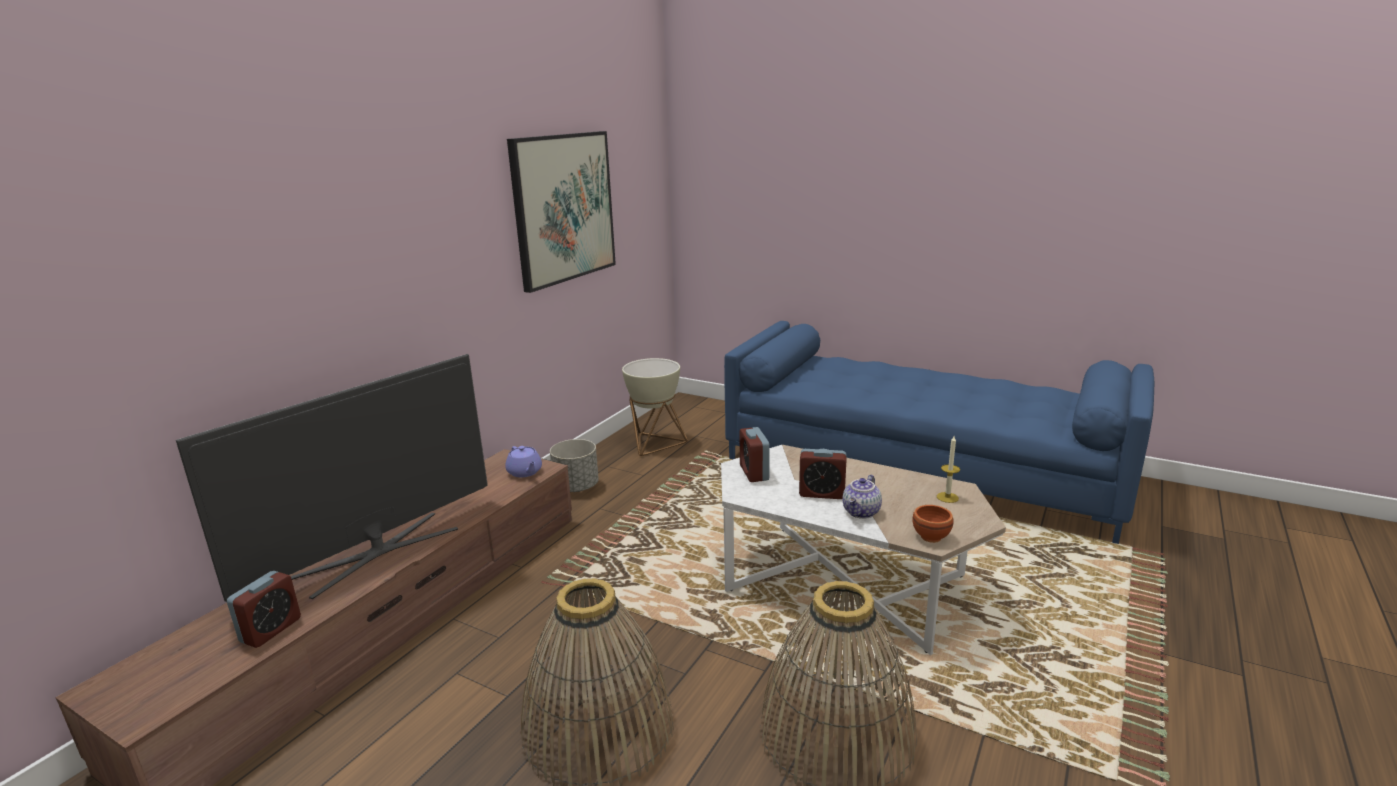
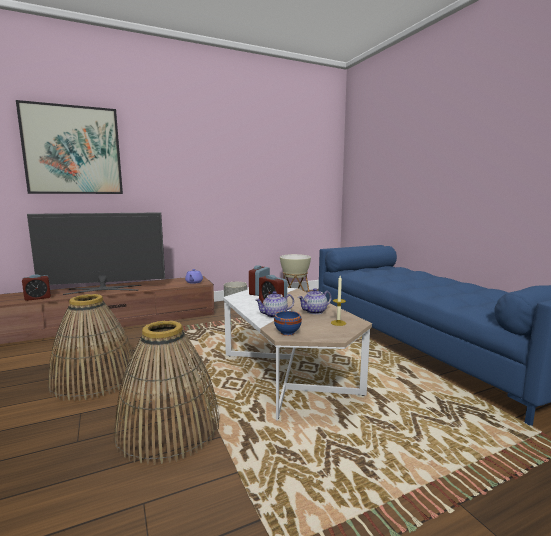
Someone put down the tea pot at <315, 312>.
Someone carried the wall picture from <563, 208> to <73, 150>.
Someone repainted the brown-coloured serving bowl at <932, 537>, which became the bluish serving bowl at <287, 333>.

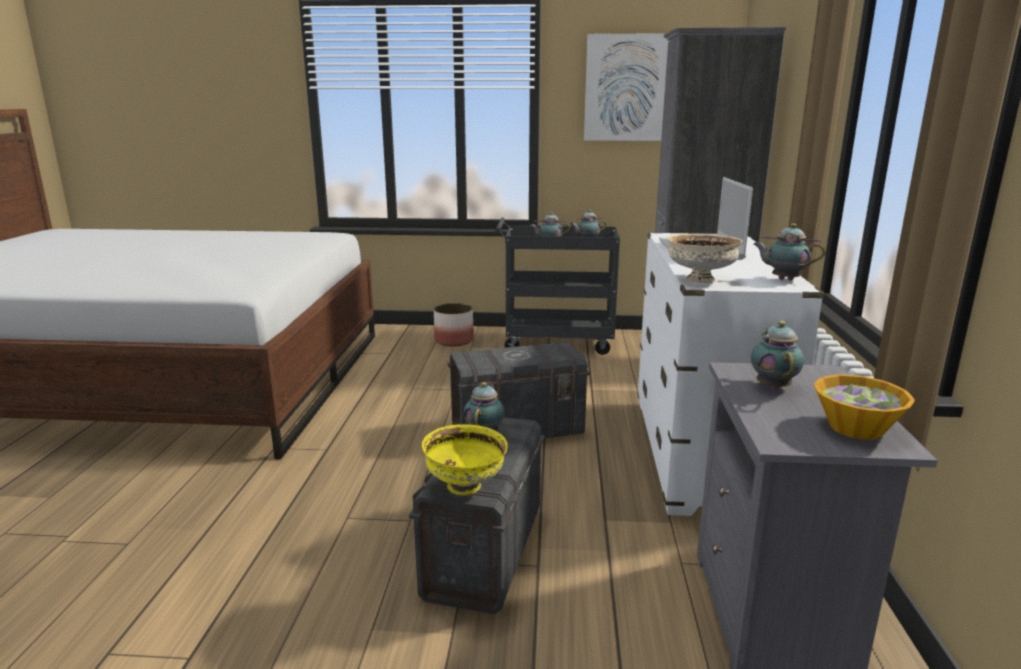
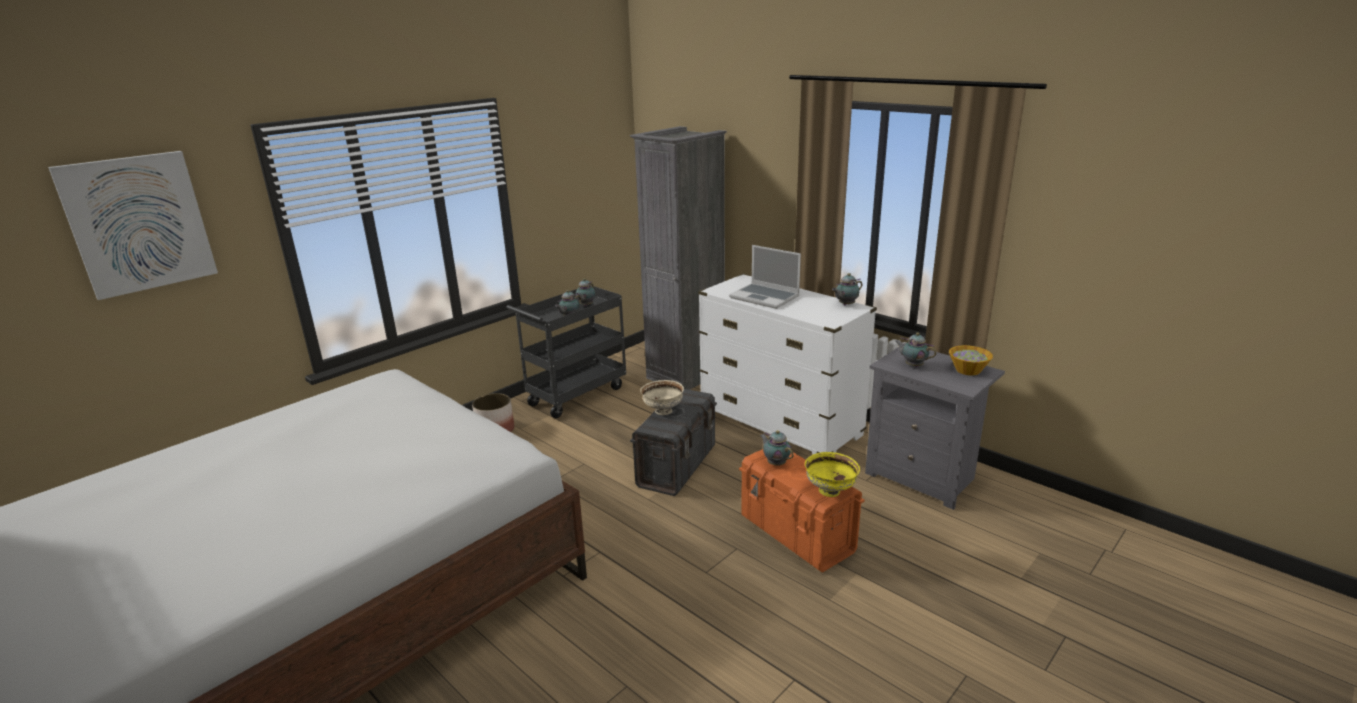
Someone carried the wall picture from <627, 88> to <138, 223>.
Someone carried the sand-coloured serving bowl from <699, 280> to <662, 411>.
Someone repainted the gray storage box at <484, 551>, which became the orange-coloured storage box at <797, 534>.

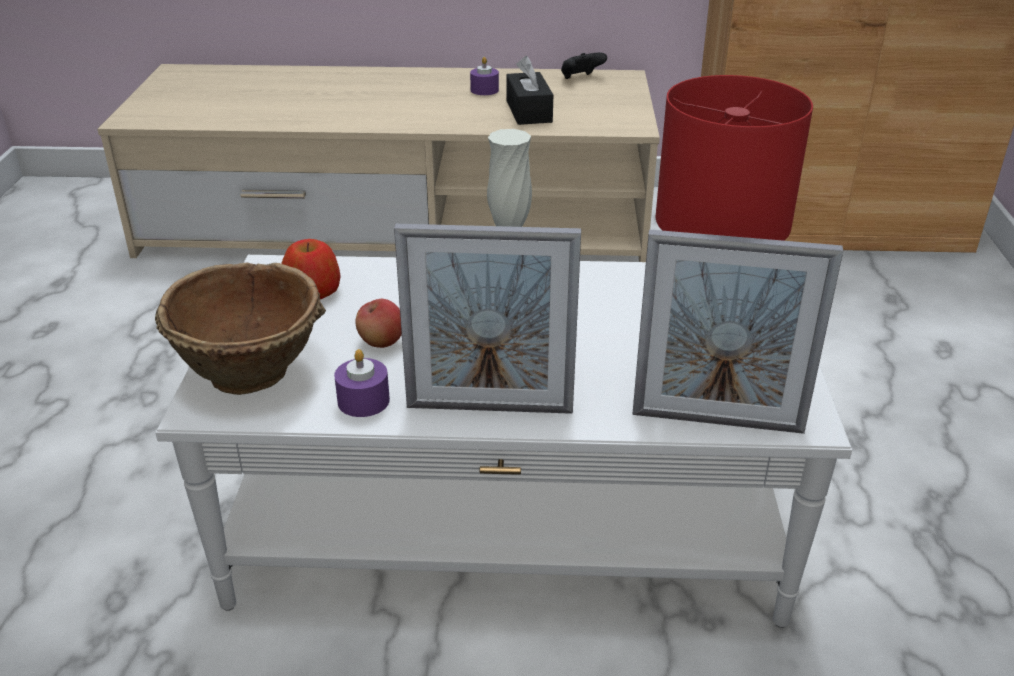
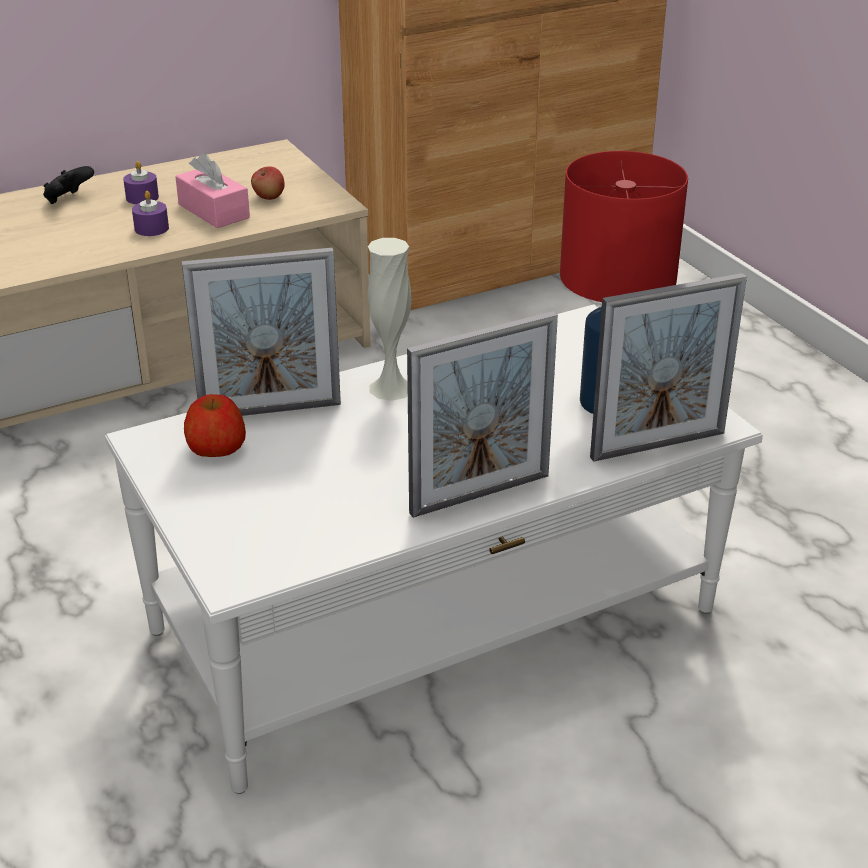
Someone took away the brown-coloured serving bowl at <252, 372>.
Someone put down the picture frame at <270, 410>.
Someone carried the purplish wax light from <363, 401> to <151, 228>.
Someone carried the apple from <381, 342> to <269, 197>.
Someone carried the black-coloured gamepad from <580, 78> to <68, 200>.
Someone repainted the black-coloured tissue box at <529, 111>, which became the pink tissue box at <213, 211>.

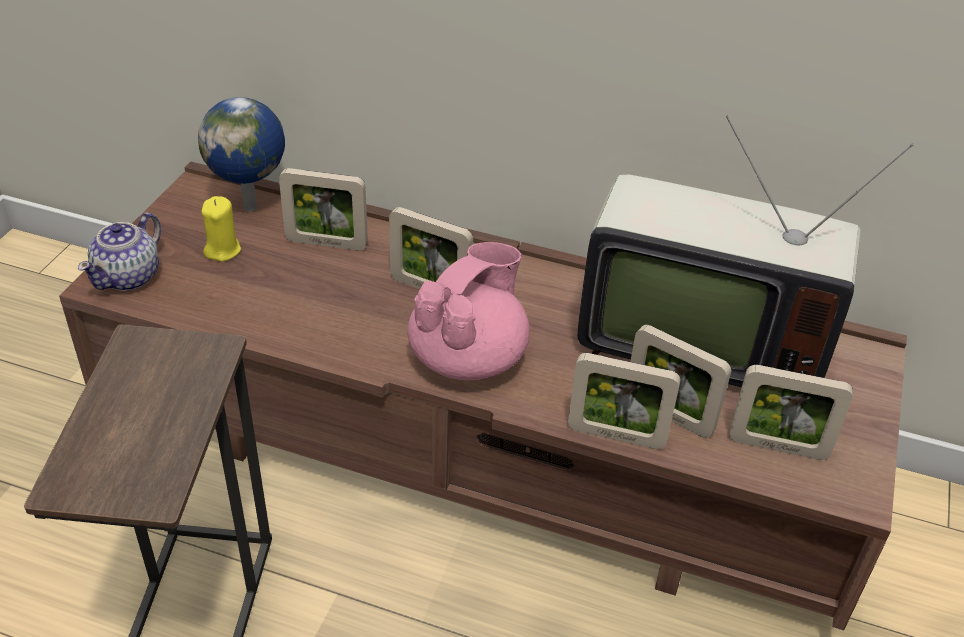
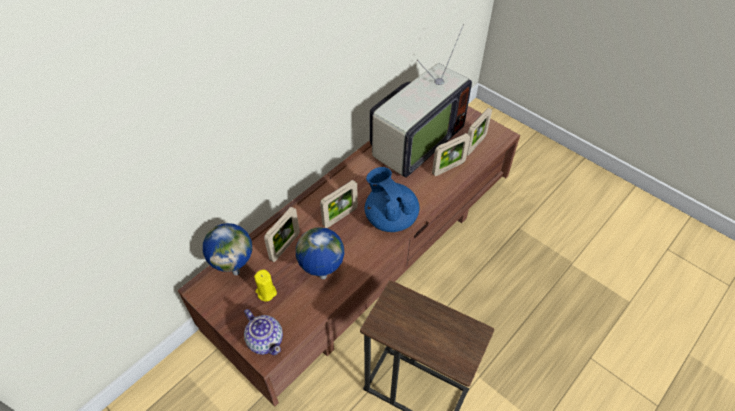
Someone took away the picture frame at <616, 436>.
Someone put down the world globe at <323, 277>.
Someone repainted the pink tea pot at <469, 357>, which became the bluish tea pot at <390, 217>.

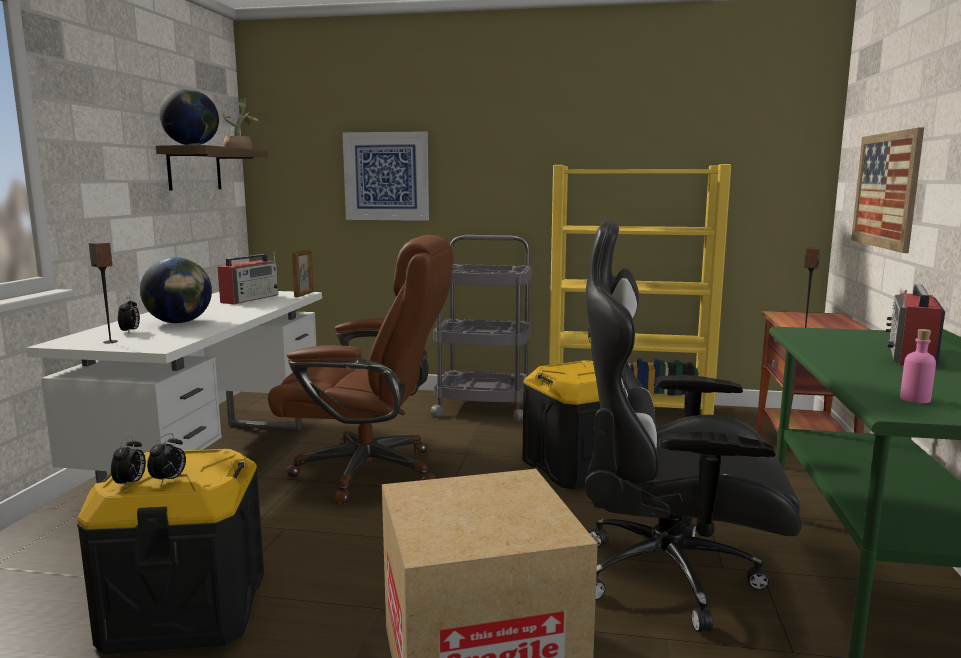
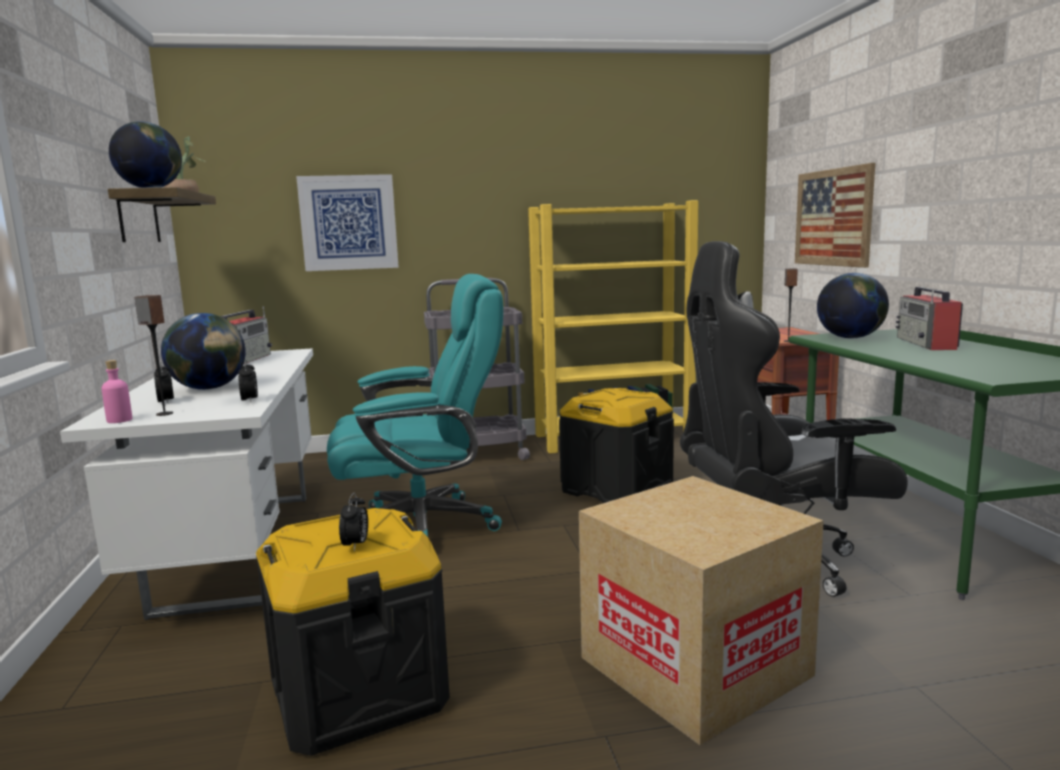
Someone took away the picture frame at <304, 294>.
Someone put down the world globe at <850, 338>.
Someone carried the bedside clock from <131, 483> to <250, 401>.
Someone carried the pink bottle from <915, 399> to <119, 420>.
Someone repainted the brown-coloured computer chair at <367, 472>, which became the turquoise computer chair at <421, 528>.

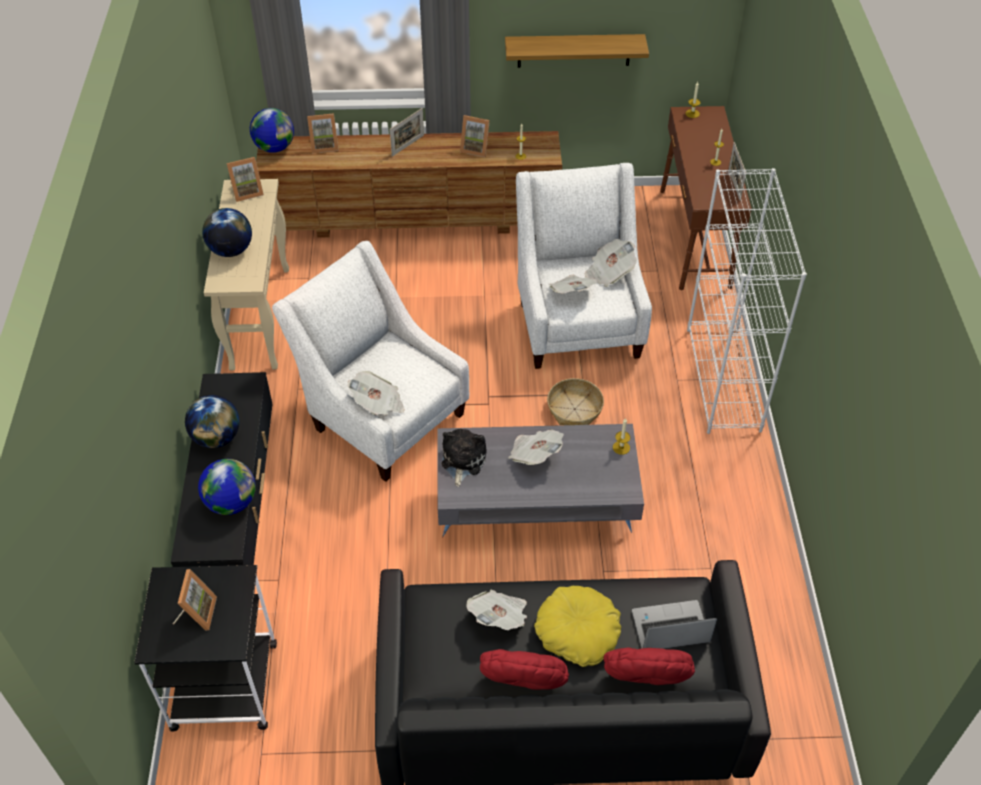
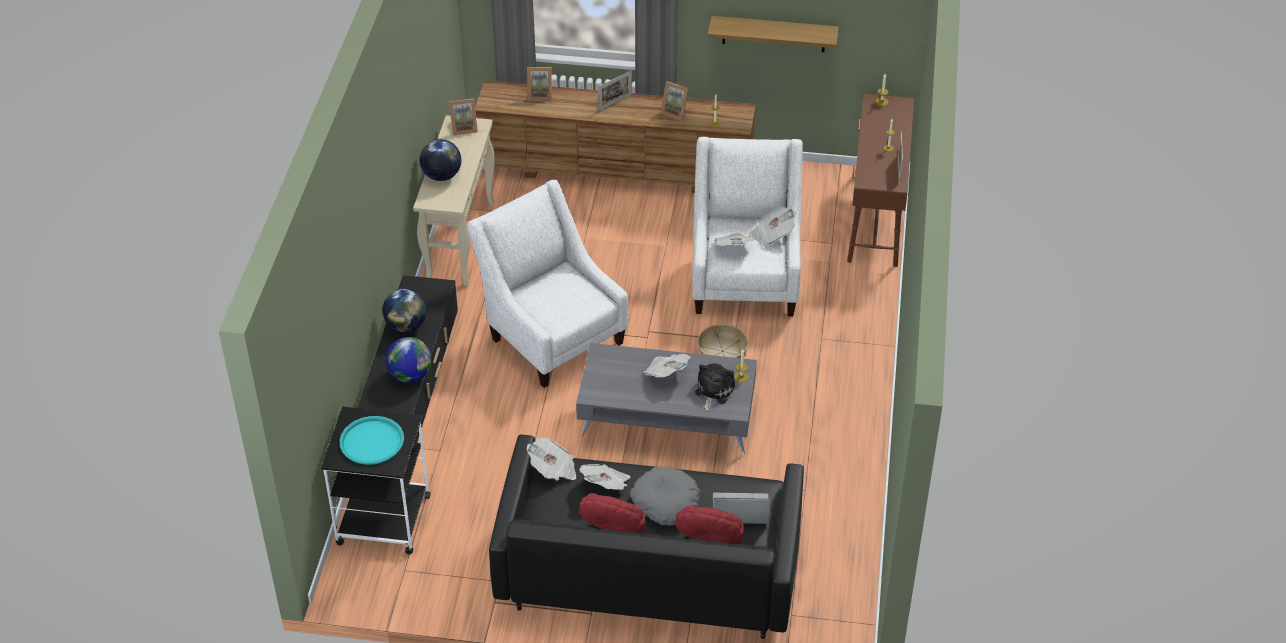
Someone took away the world globe at <275, 147>.
Someone took away the white bookshelf at <723, 379>.
Someone carried the printed paper from <378, 404> to <553, 469>.
Someone carried the plush toy from <462, 460> to <713, 391>.
Someone swapped the picture frame at <197, 613> for the turquoise serving tray at <371, 441>.
Someone repainted the yellowish cushion at <578, 631>, which became the gray cushion at <666, 502>.

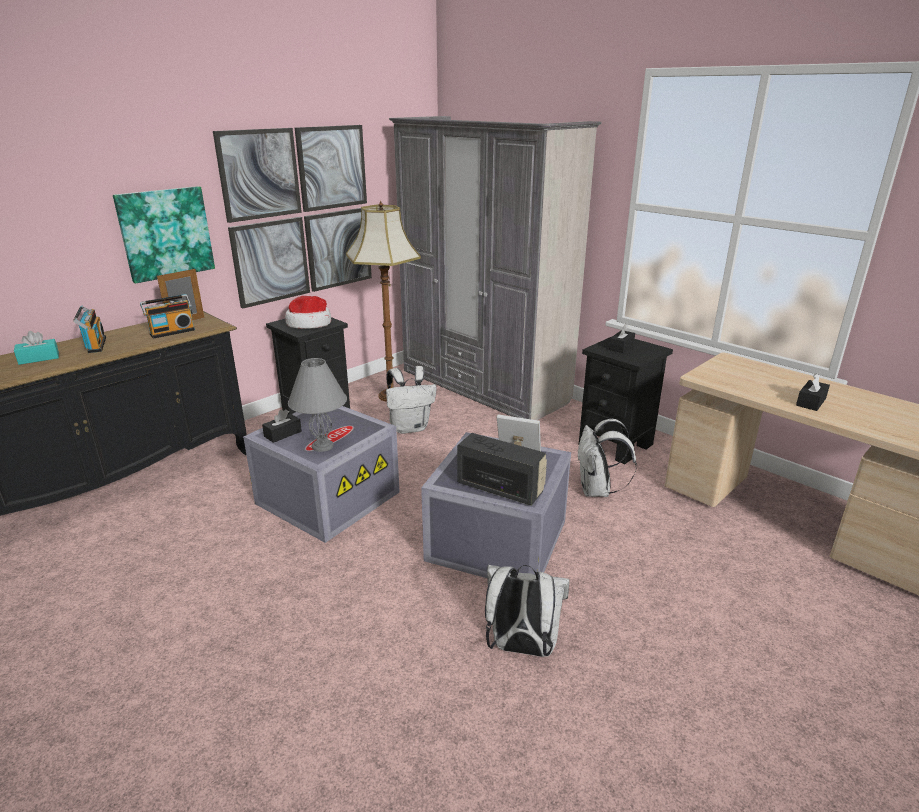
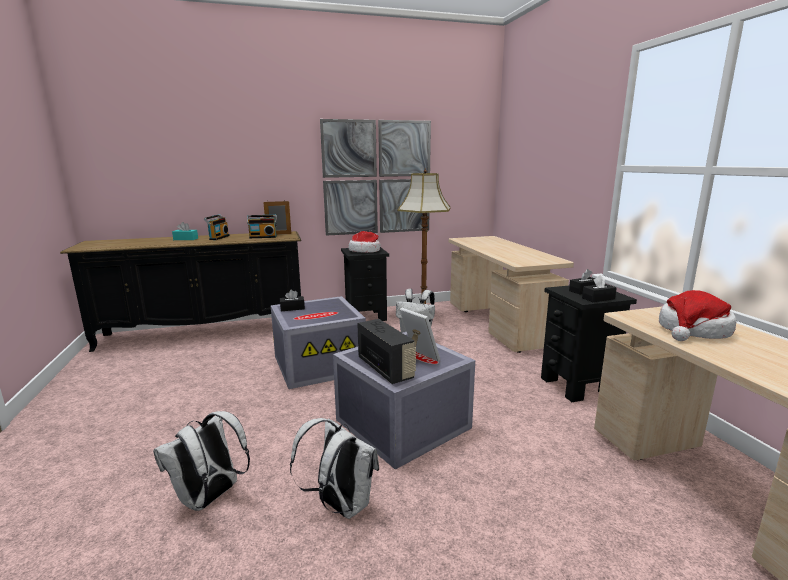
Someone took away the wall picture at <165, 233>.
Someone took away the gray lamp for a table at <322, 446>.
Someone put down the hat at <693, 330>.
Someone carried the white rucksack from <597, 491> to <210, 498>.
Someone carried the black-coloured tissue box from <811, 402> to <598, 298>.
Someone swapped the gray armoire at <483, 386> for the sand-coloured desk at <498, 323>.

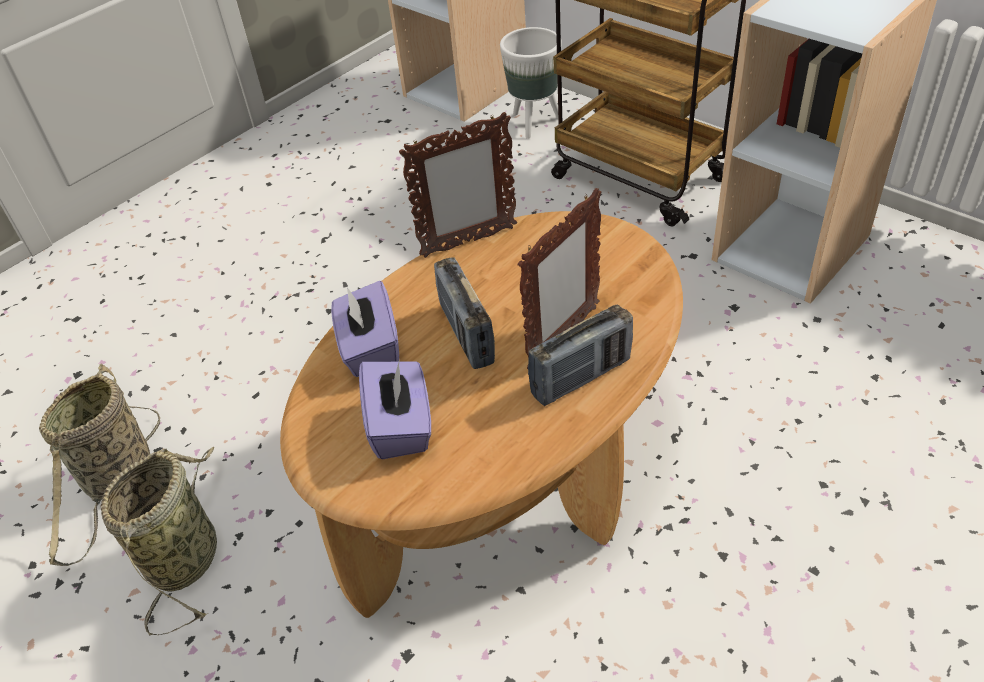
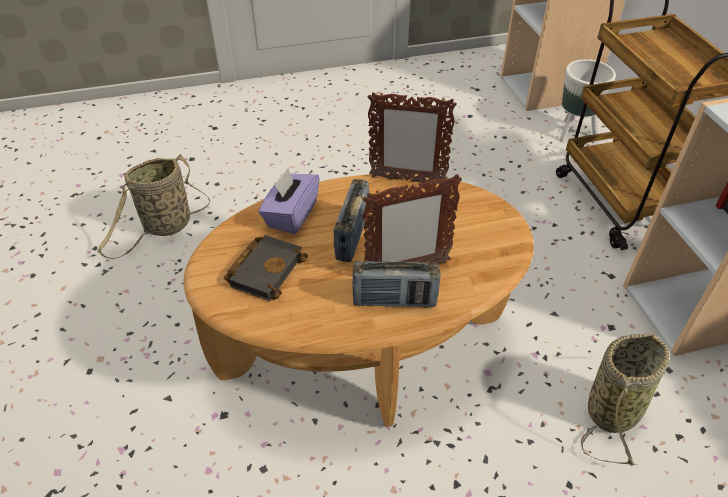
Someone carried the household basket from <186, 554> to <614, 408>.
Someone swapped the purplish tissue box at <401, 426> for the black-coloured volume at <265, 269>.

